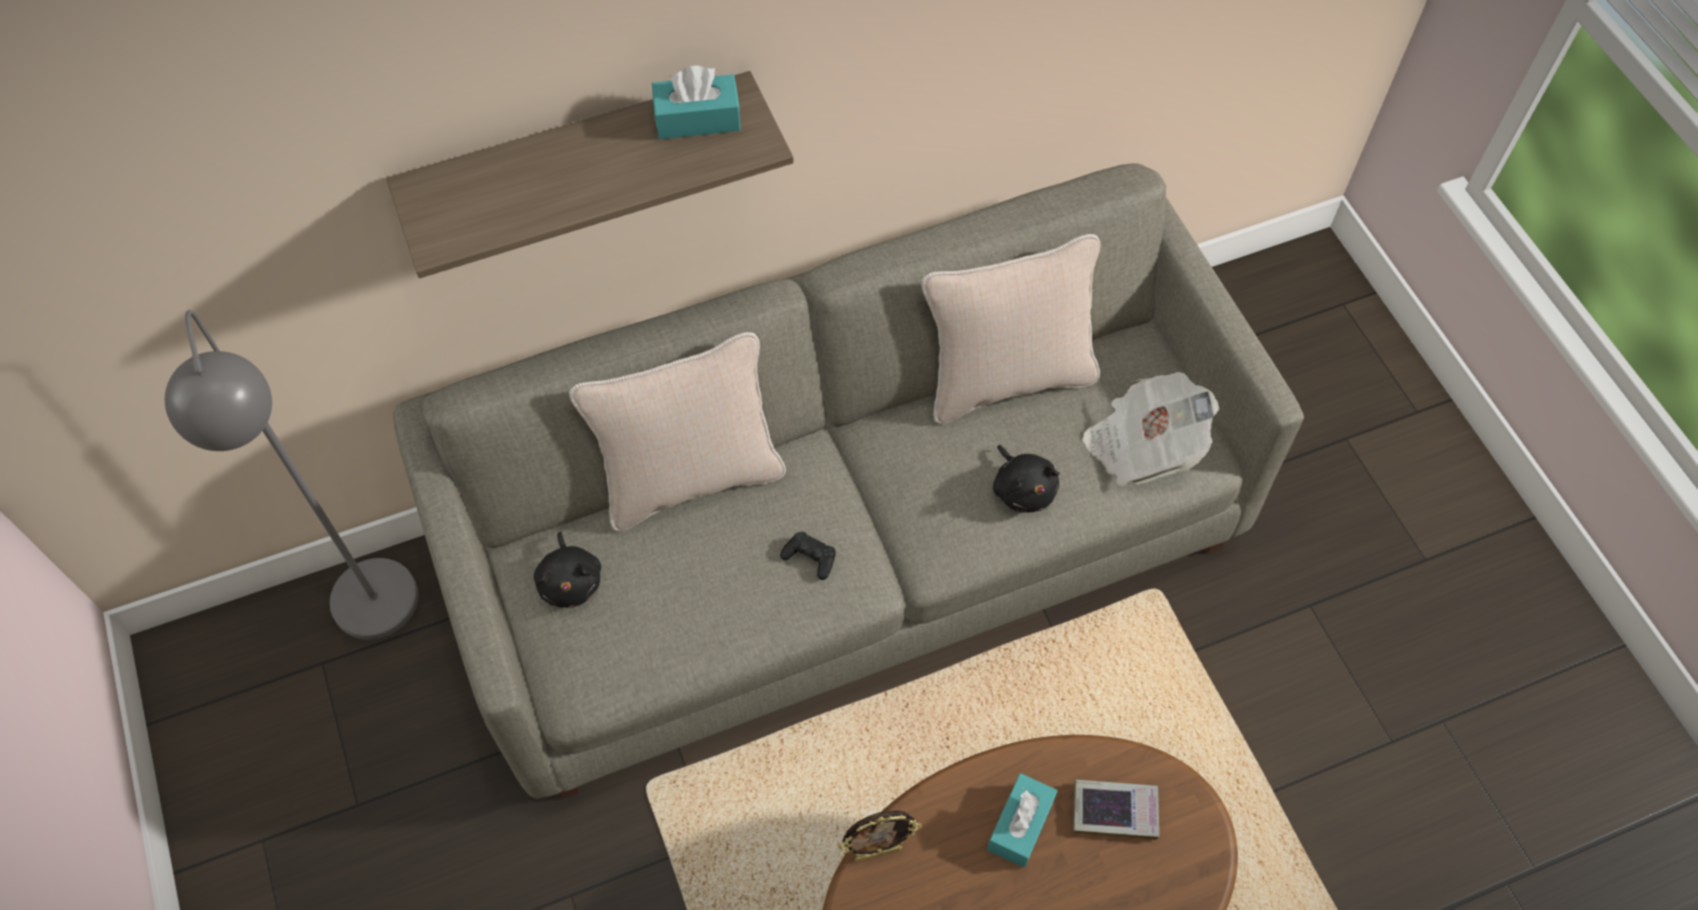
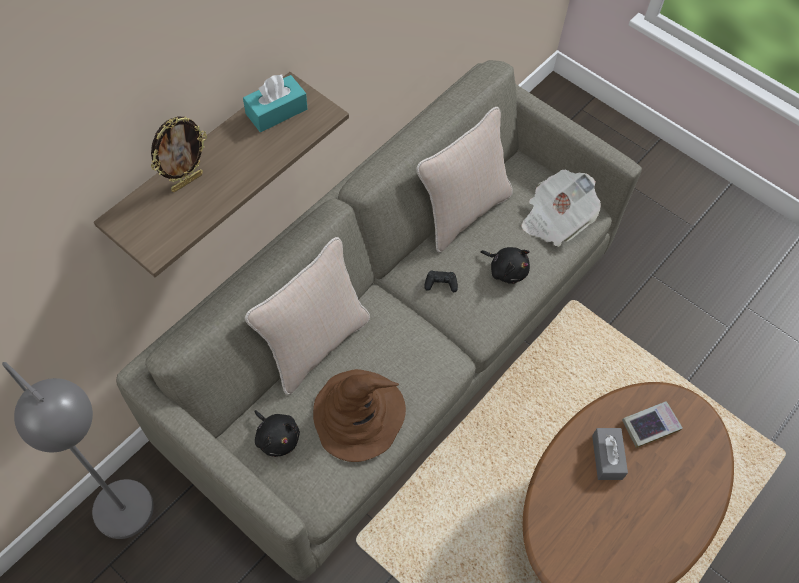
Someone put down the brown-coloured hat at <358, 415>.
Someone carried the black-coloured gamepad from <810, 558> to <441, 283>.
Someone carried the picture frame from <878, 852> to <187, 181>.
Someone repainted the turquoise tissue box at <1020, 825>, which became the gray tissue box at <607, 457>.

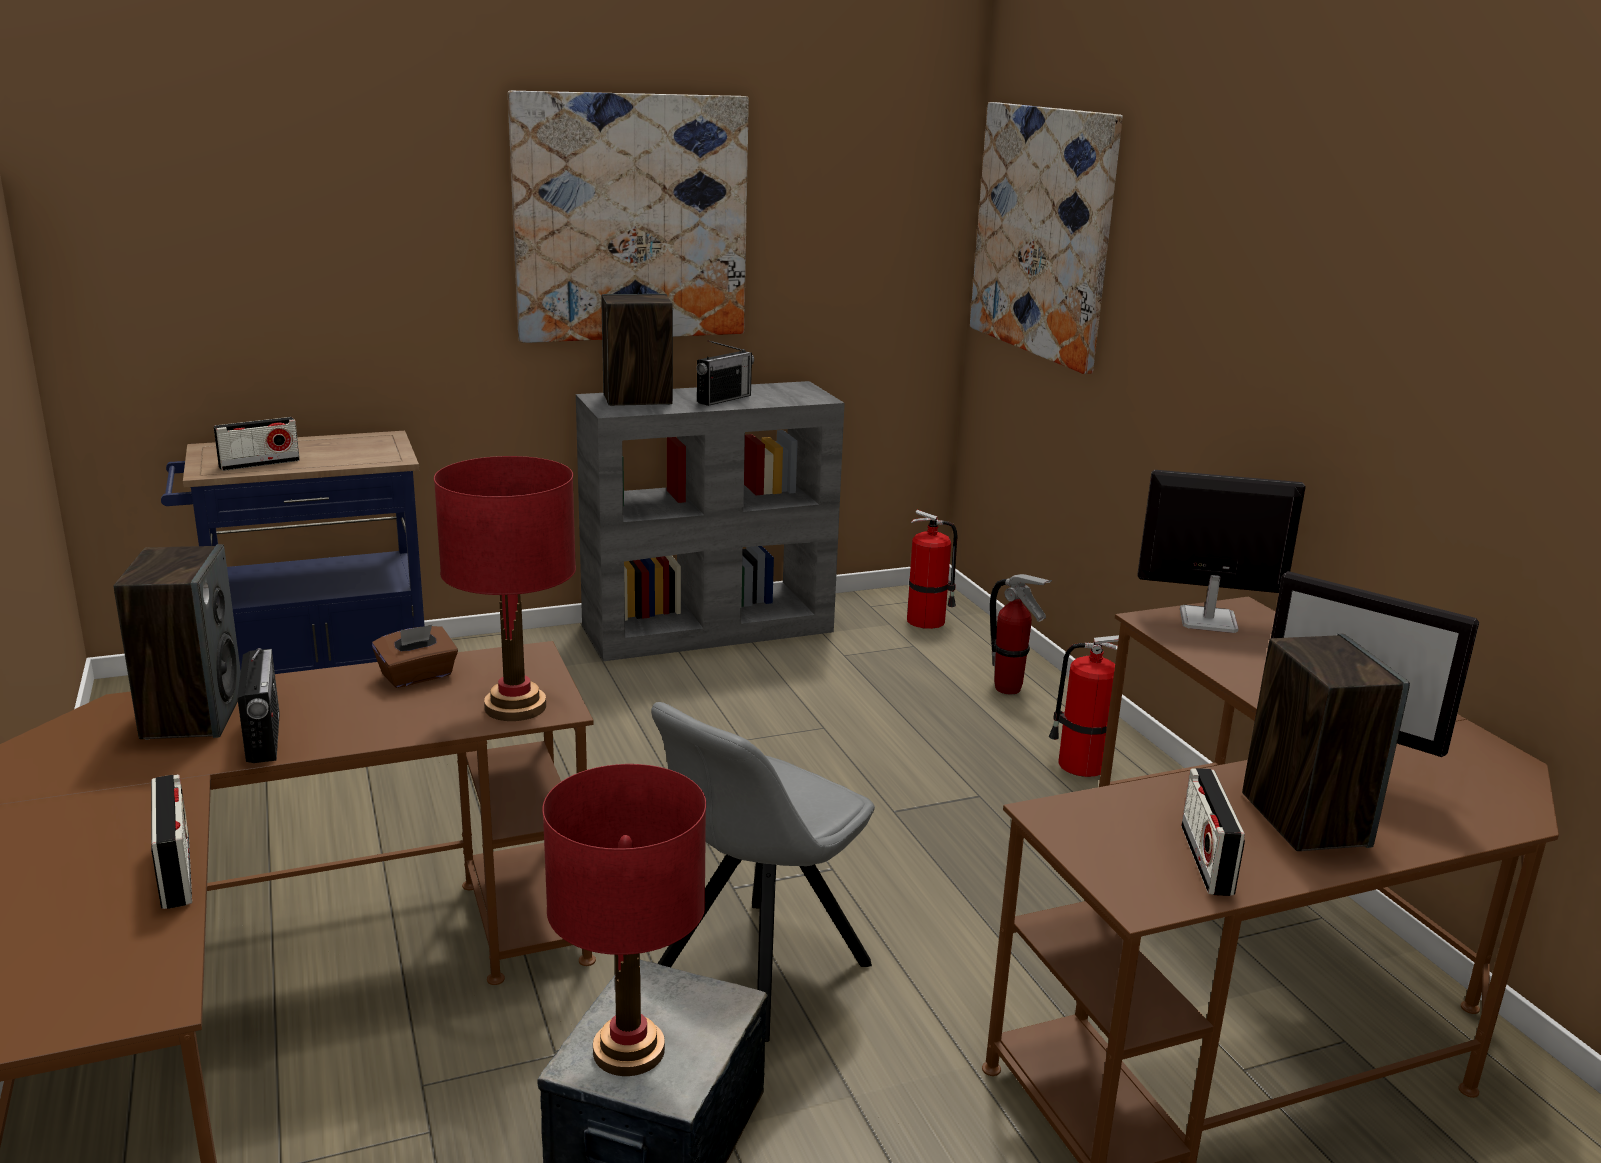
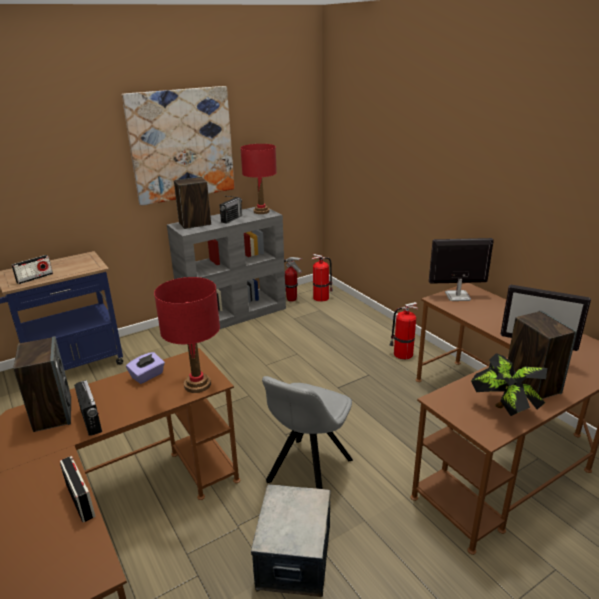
Someone took away the wall picture at <1042, 232>.
Someone carried the reddish lamp for a table from <629, 1050> to <261, 211>.
Someone carried the fire-fighting cylinder from <1008, 689> to <292, 299>.
Someone swapped the radio set at <1206, 860> for the potted plant at <504, 411>.
Someone repainted the brown-coloured tissue box at <417, 676>, which became the purplish tissue box at <147, 376>.

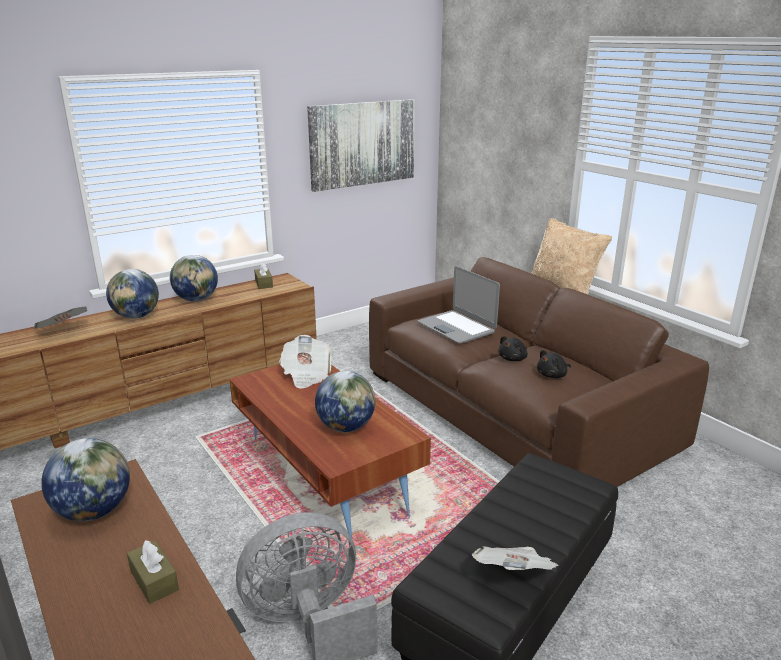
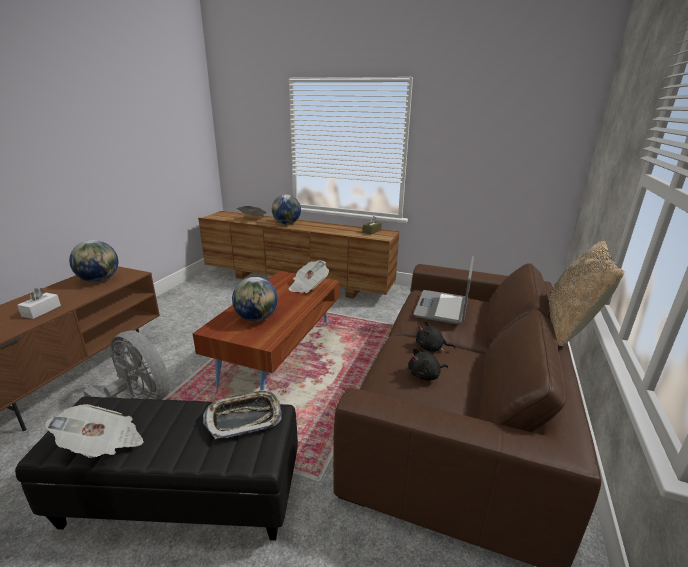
Someone took away the world globe at <197, 299>.
Someone took away the wall picture at <362, 144>.
Someone put down the serving tray at <244, 417>.
Someone repainted the brown-coloured tissue box at <154, 580>, which became the white tissue box at <41, 311>.
Someone rotated the black-coloured plush toy at <552, 375> by 45 degrees counterclockwise.

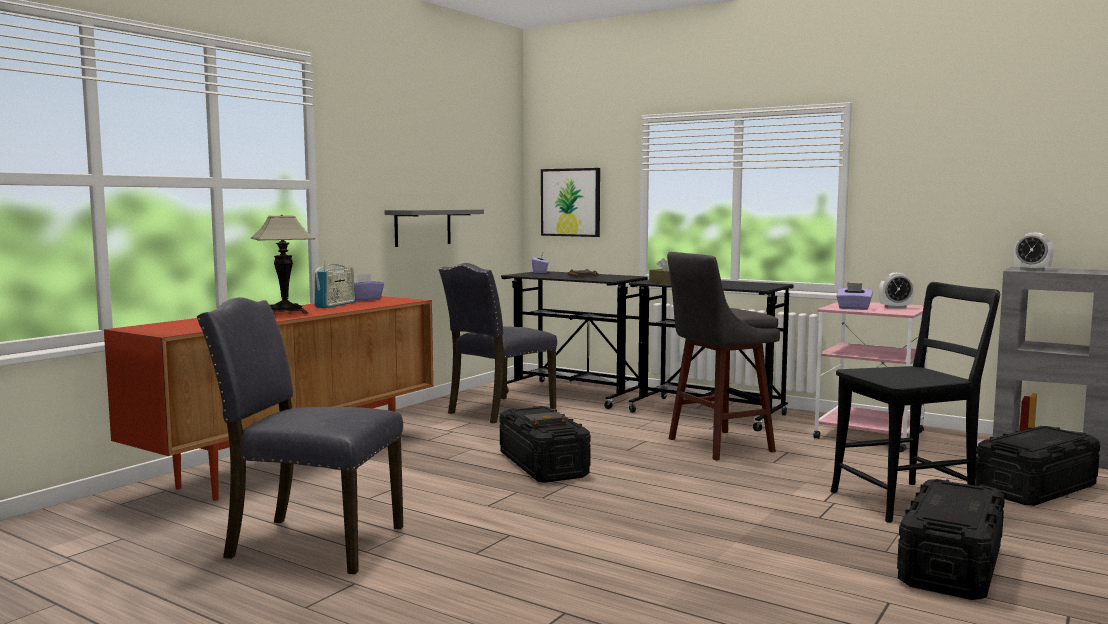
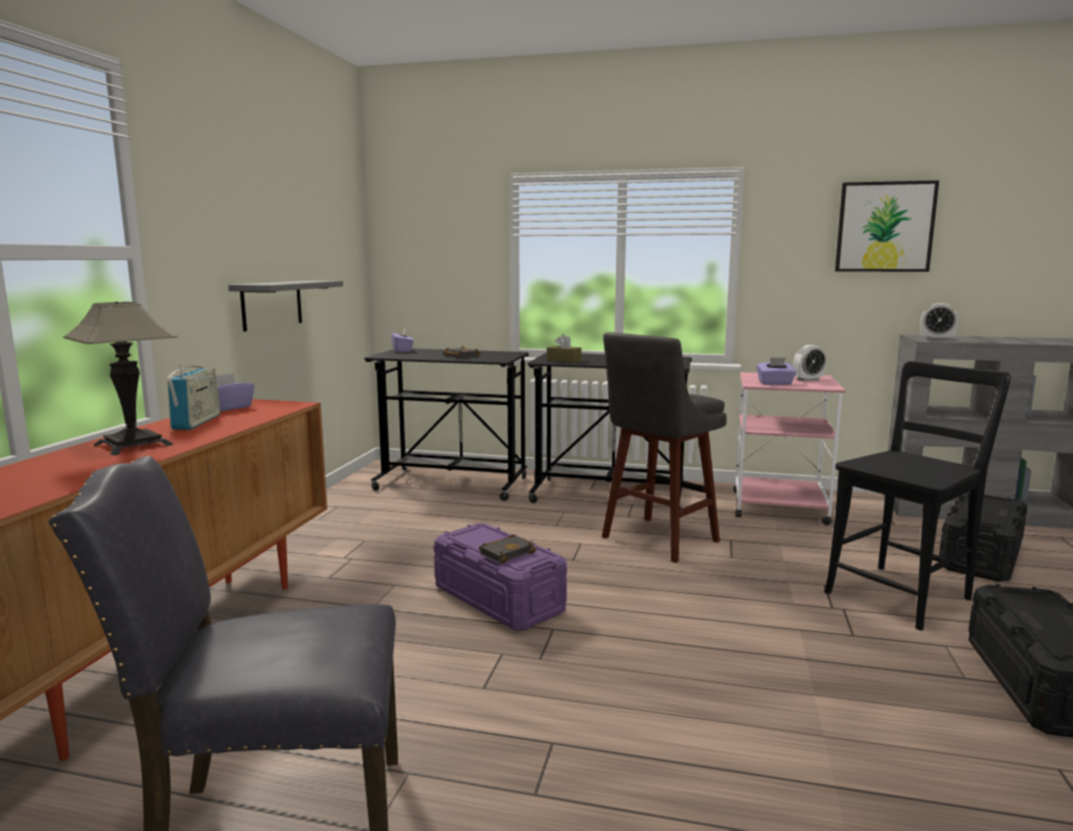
Someone took away the gray plain chair at <498, 410>.
Someone carried the wall picture from <571, 202> to <884, 227>.
Someone repainted the black-coloured storage box at <543, 464>, which became the purplish storage box at <498, 599>.

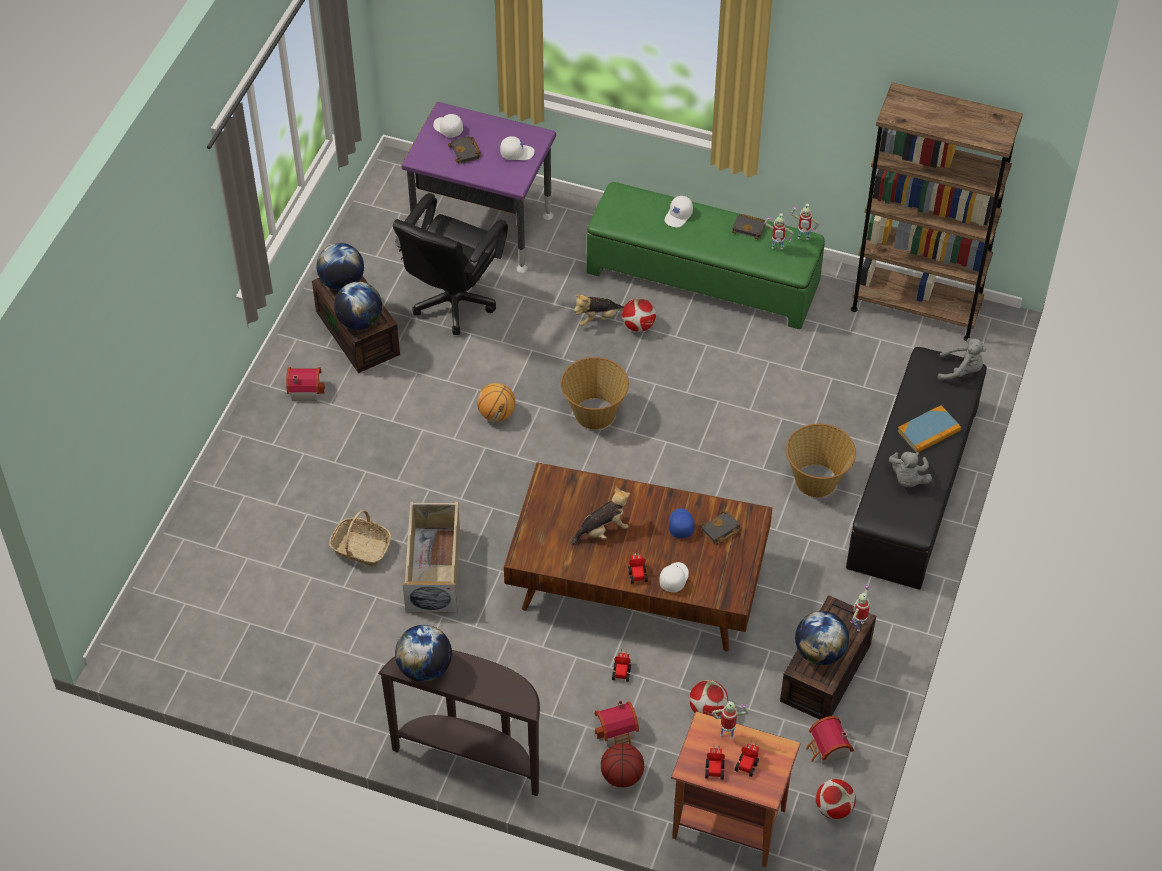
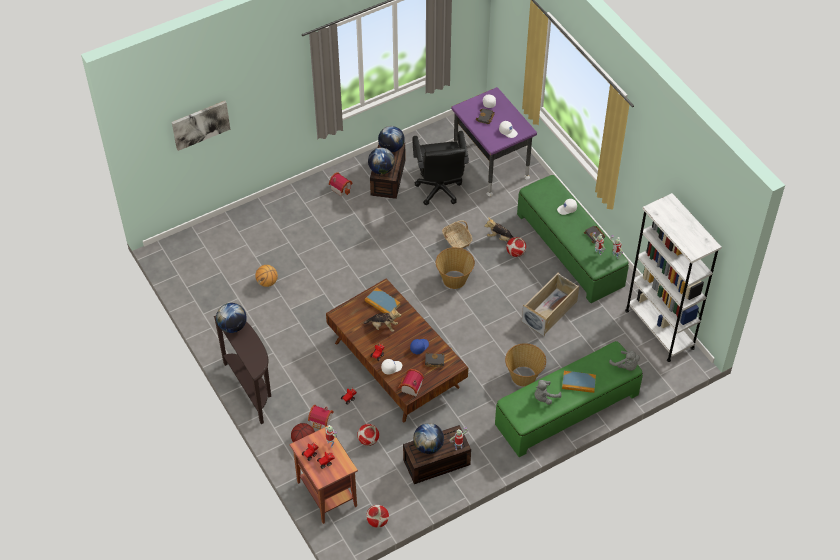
Someone put up the wall picture at <200, 124>.
Someone put down the volume at <382, 303>.
Someone carried the household basket from <361, 548> to <456, 240>.
Someone carried the sand-coloured storage box from <433, 569> to <550, 311>.
Someone carried the ball for basketball from <497, 414> to <267, 282>.
Someone carried the toy house from <828, 750> to <410, 387>.
Someone repainted the black-coloured long seat at <914, 487>, which became the green long seat at <566, 410>.
Someone repainted the brown-coloured bookshelf at <916, 307>, which became the white bookshelf at <659, 329>.
Someone rotated the black-coloured computer chair at <452, 308> by 75 degrees counterclockwise.

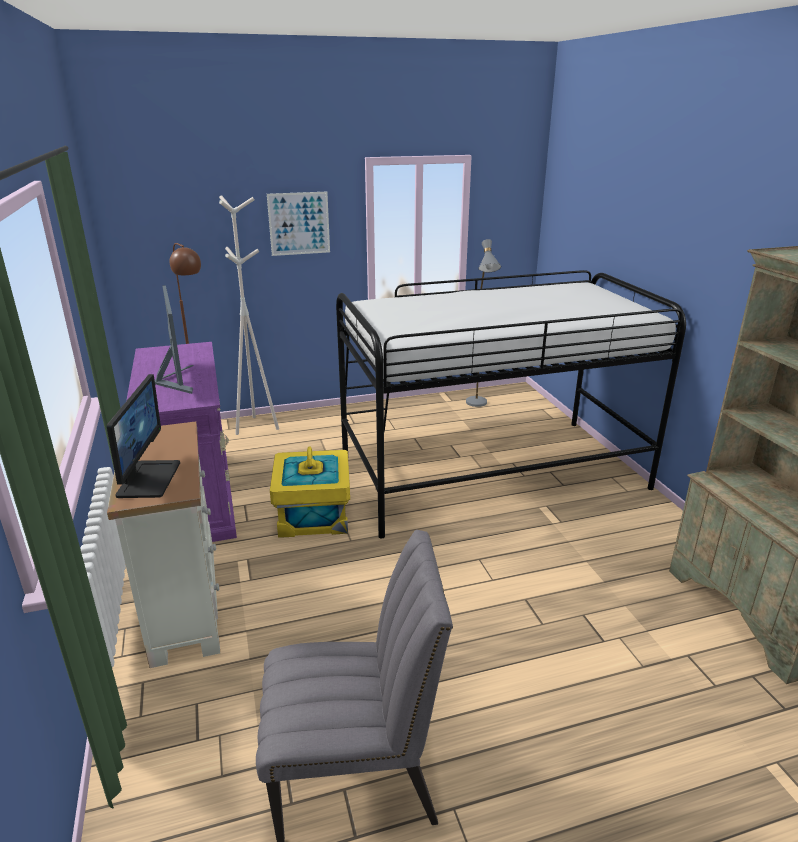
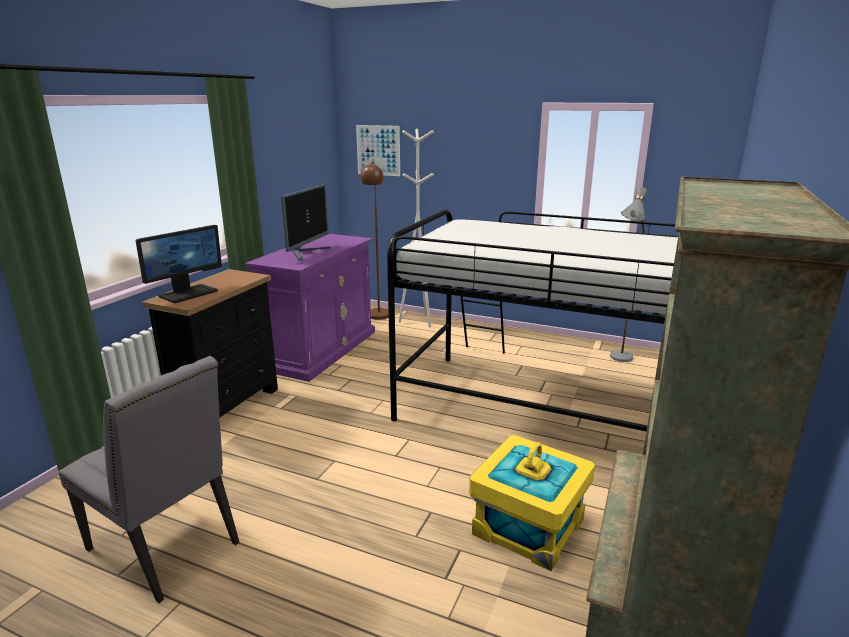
Someone carried the wall picture from <299, 223> to <378, 150>.
Someone carried the yellowish storage box from <314, 516> to <529, 527>.
Someone repainted the white dresser at <186, 608>, which became the black-coloured dresser at <228, 407>.

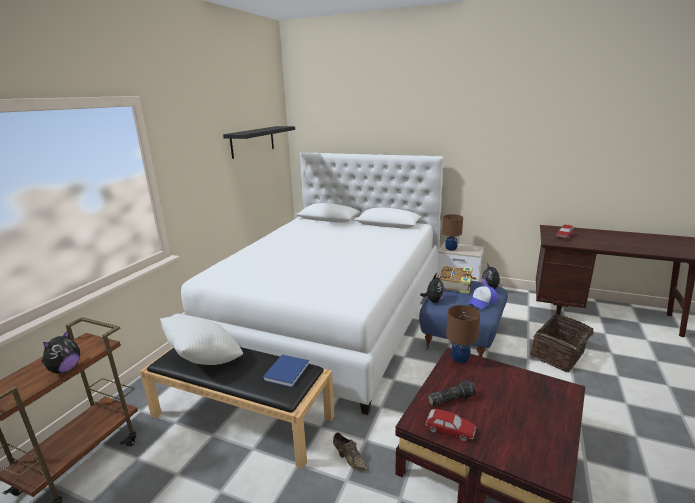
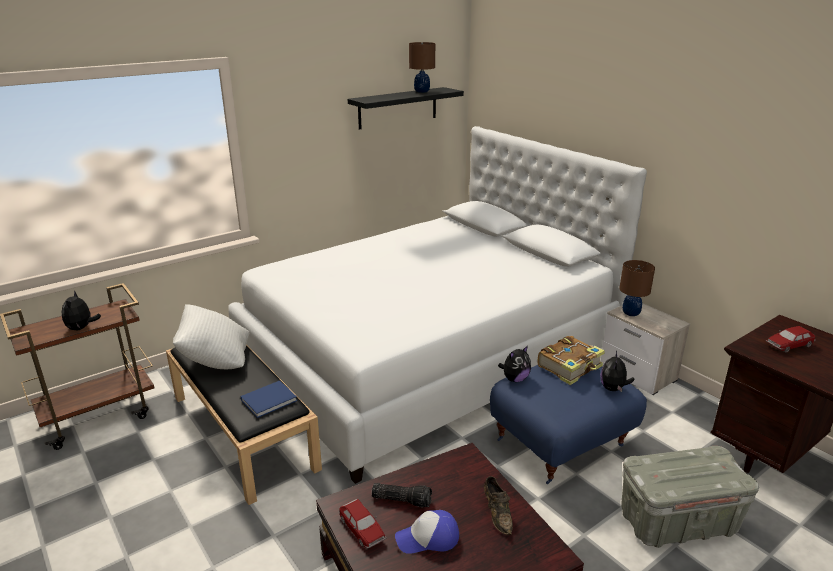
Someone carried the brown-coloured low shoe from <349, 459> to <497, 514>.
Someone carried the brown-coloured lamp for a table from <460, 359> to <422, 92>.
Someone carried the baseball cap from <482, 301> to <428, 538>.
Someone swapped the household basket at <559, 355> for the gray storage box at <677, 522>.
Someone rotated the plush toy at <65, 369> by 120 degrees clockwise.

